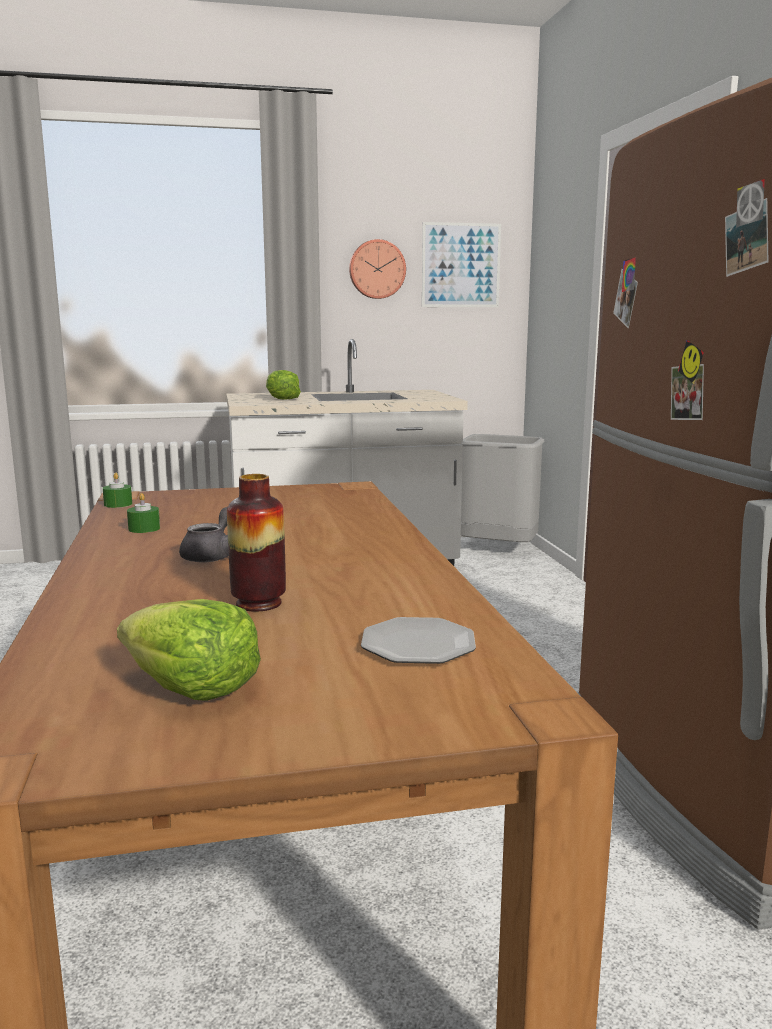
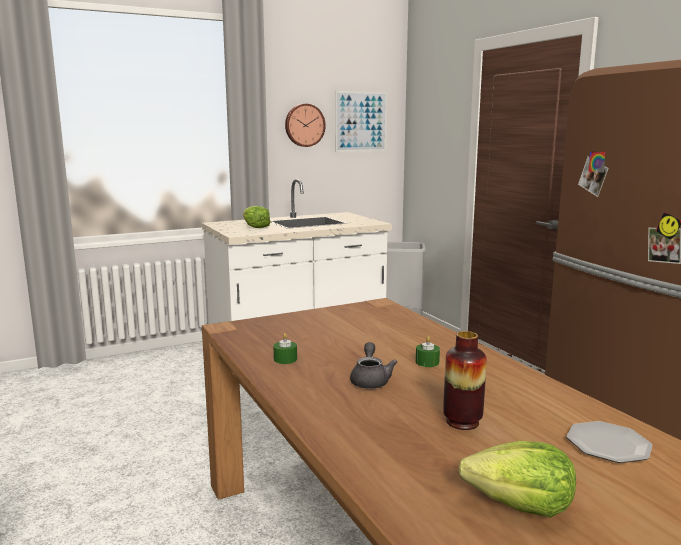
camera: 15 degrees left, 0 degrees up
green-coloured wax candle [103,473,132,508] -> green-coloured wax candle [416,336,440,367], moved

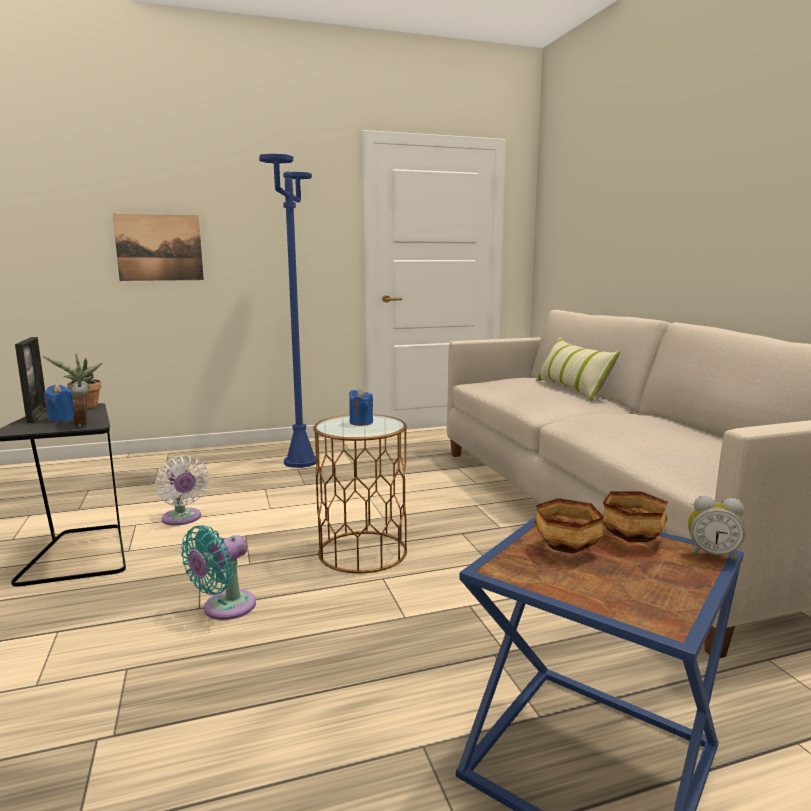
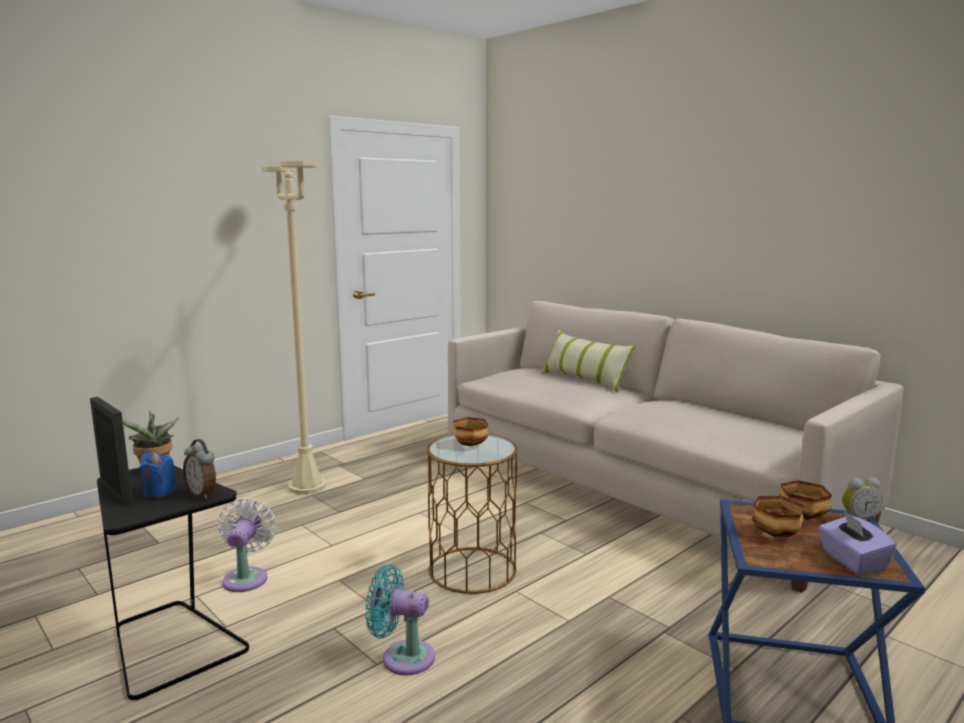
camera: 25 degrees left, 0 degrees up
wall art [113,214,204,281] -> none
none -> purplish box of tissues [819,511,897,575]
blue-coloured wax candle [349,389,373,426] -> serving bowl [453,417,489,446]
blue-coloured standing lamp [259,154,318,468] -> beige standing lamp [261,161,326,495]
white cooling fan [155,455,209,526] -> white cooling fan [218,498,276,592], 120 degrees counterclockwise
turquoise-coloured cooling fan [181,525,256,620] -> turquoise-coloured cooling fan [365,564,435,676], 90 degrees clockwise

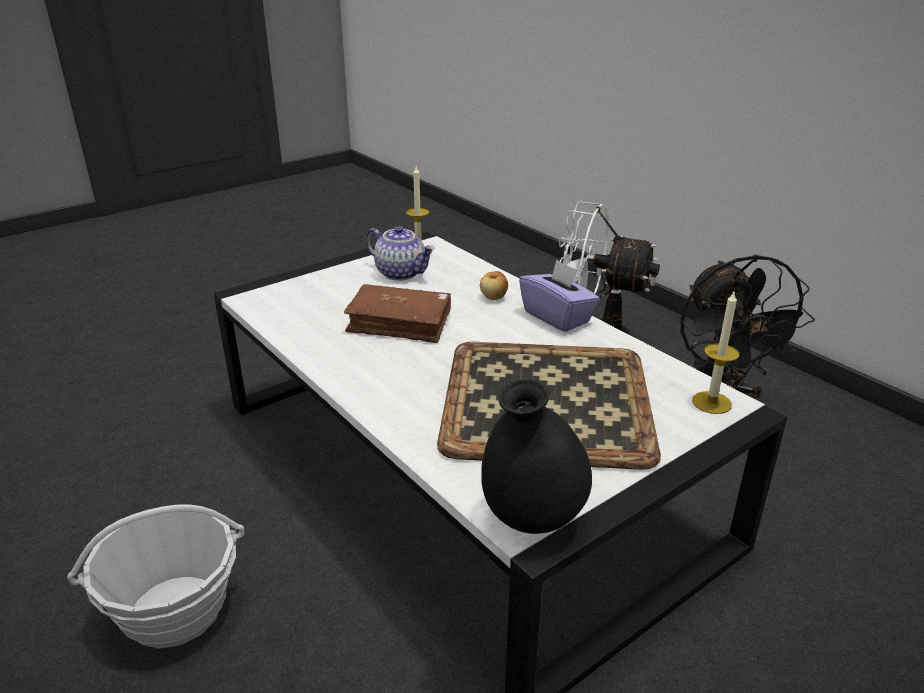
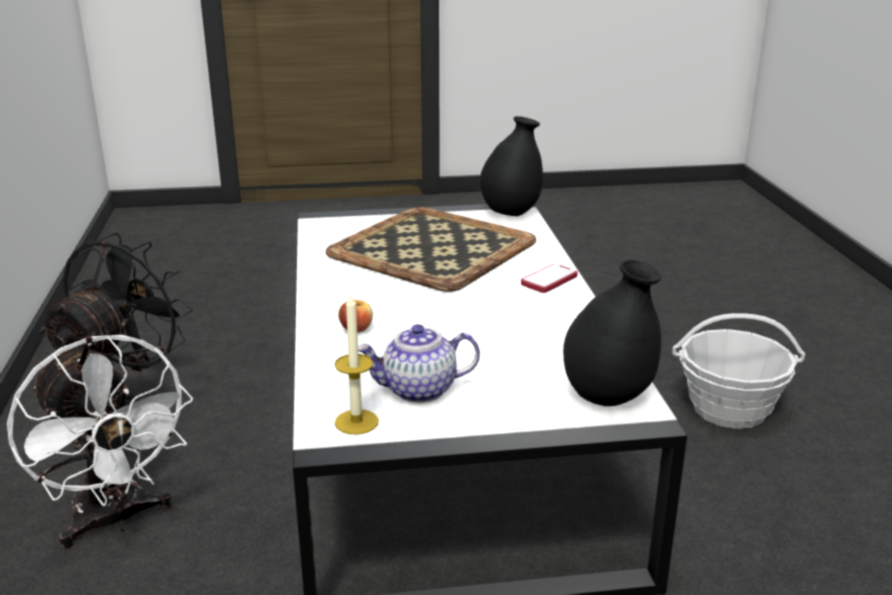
camera: 150 degrees left, 5 degrees down
brown bound book [344,284,451,343] -> none
purplish box of tissues [519,259,600,332] -> none
wax candle [692,292,740,414] -> none
none -> telephone [521,264,578,293]
none -> blackish vase [563,259,661,406]
pot for tea [365,226,435,281] -> pot for tea [358,324,480,403], 75 degrees counterclockwise

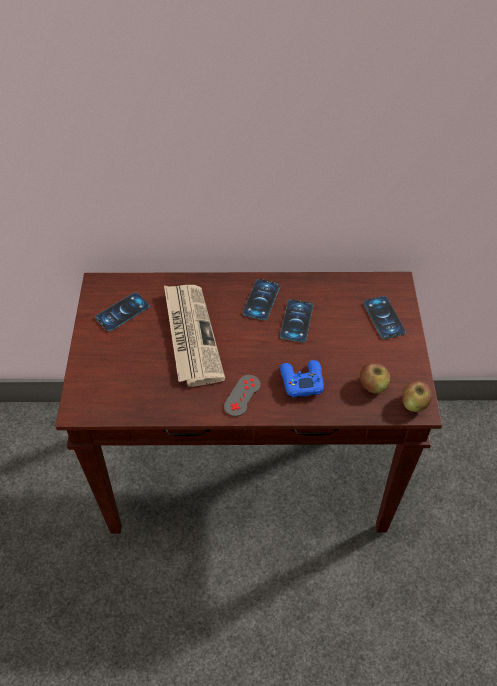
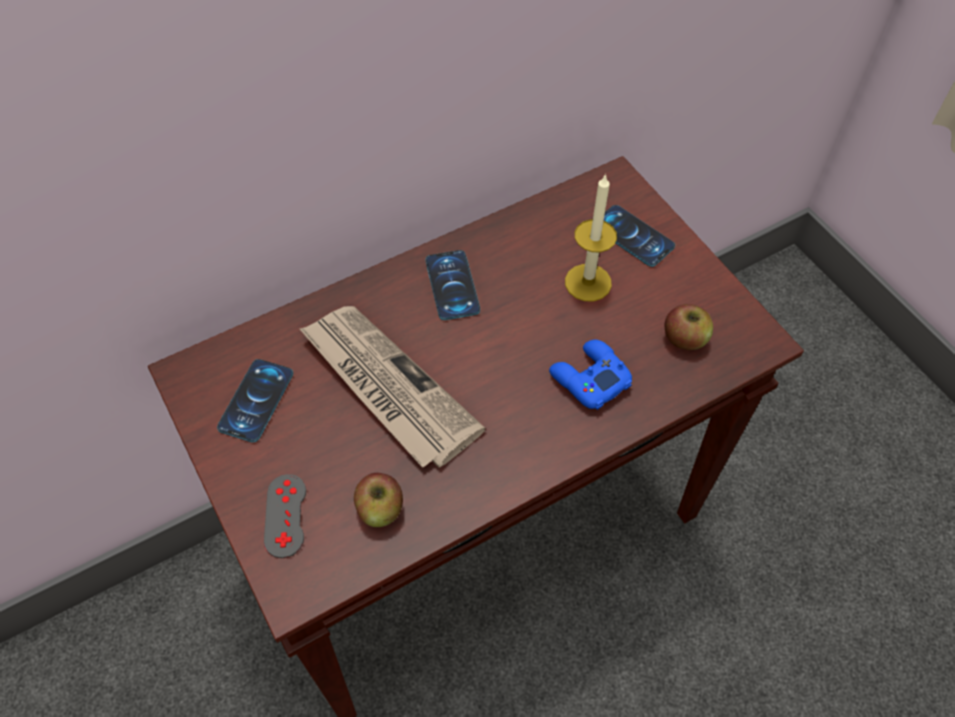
camera: 30 degrees left, 5 degrees up
telephone [280,299,313,342] -> none
none -> wax candle [565,174,617,301]
greyish joypad [224,375,260,417] -> greyish joypad [264,474,306,558], moved
apple [402,380,432,412] -> apple [354,473,403,527], moved

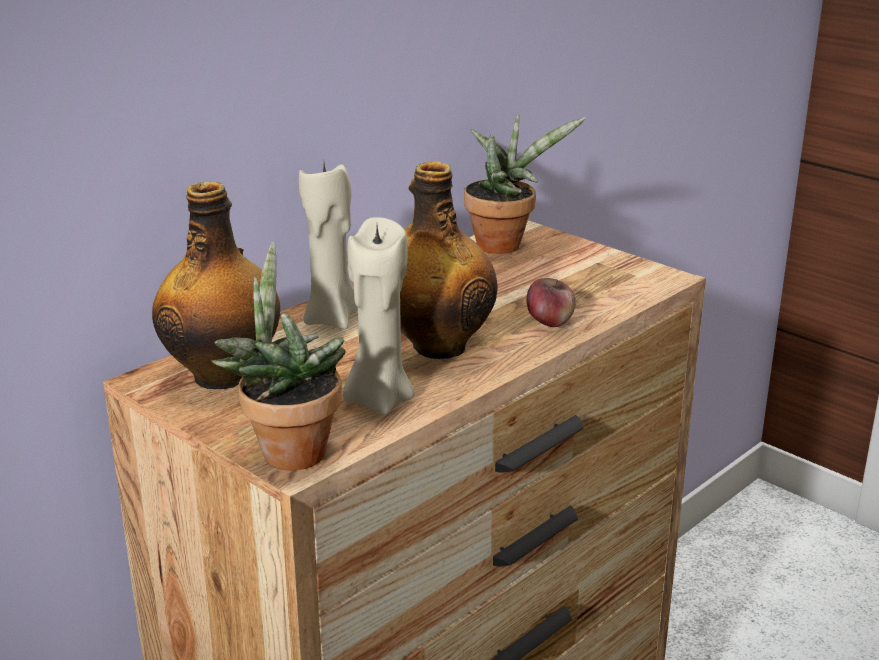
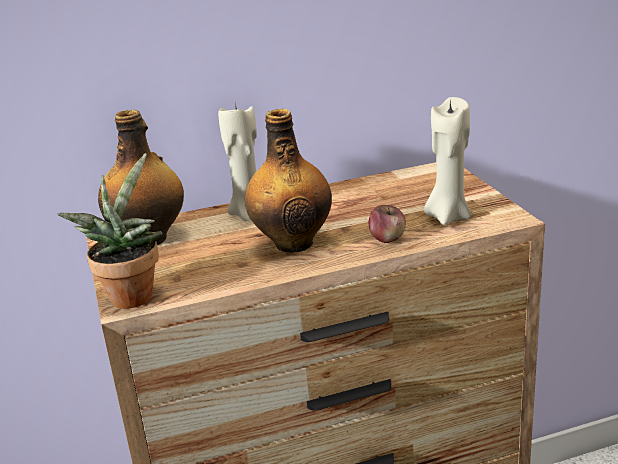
camera: 30 degrees right, 0 degrees up
plant in a pot [464,113,586,254] -> none
beige wax candle [343,217,415,416] -> beige wax candle [424,97,471,225], moved

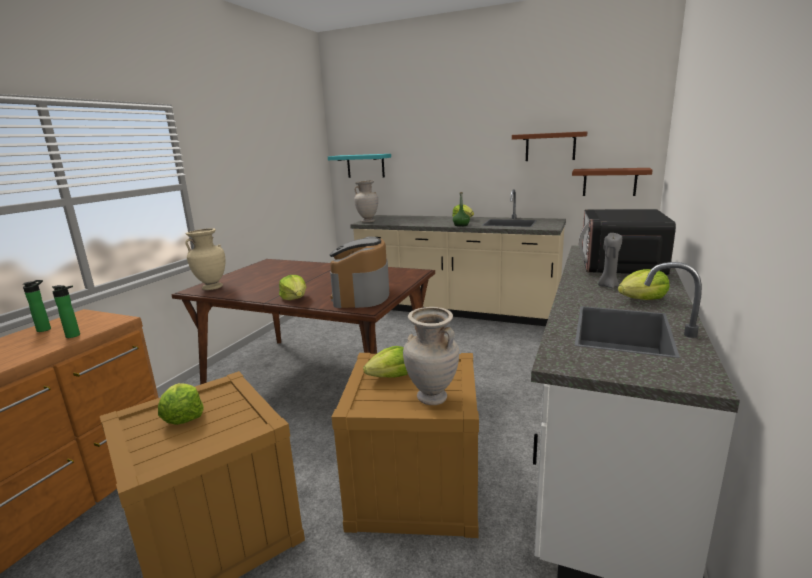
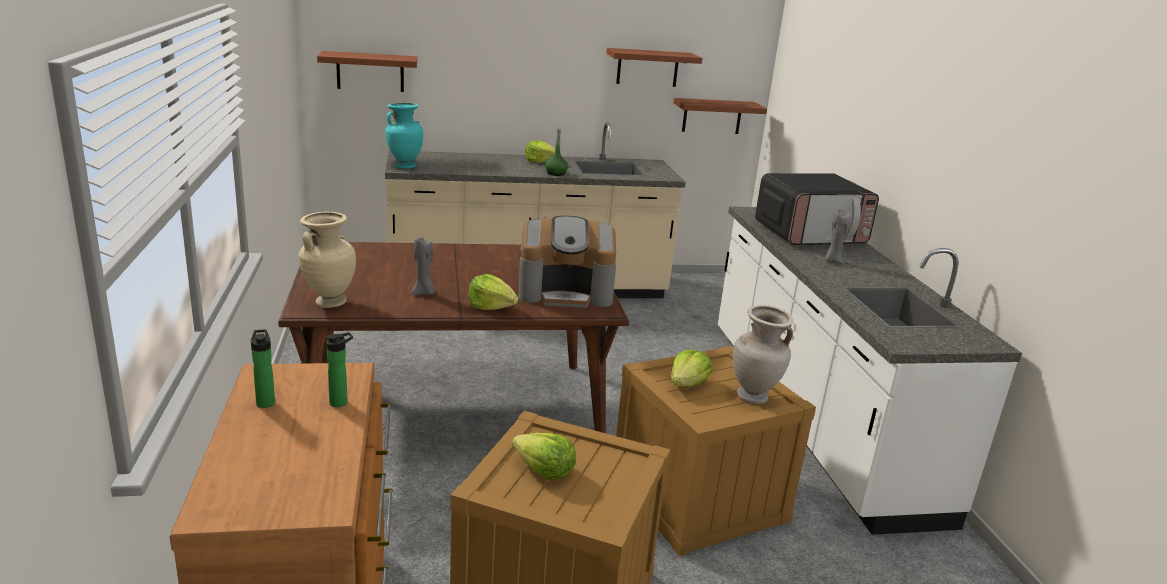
camera: 35 degrees left, 5 degrees up
lettuce head [618,269,669,300] -> none
none -> greyish wax candle [412,238,435,295]
turquoise-coloured wall shelf [328,154,391,178] -> brown wall shelf [317,51,417,92]
beige vase [354,180,378,222] -> turquoise-coloured vase [385,102,423,169]
coffee maker [329,237,389,308] -> coffee maker [518,216,616,308], 60 degrees counterclockwise
kitchen microwave [578,209,676,275] -> kitchen microwave [755,173,879,245], 90 degrees counterclockwise

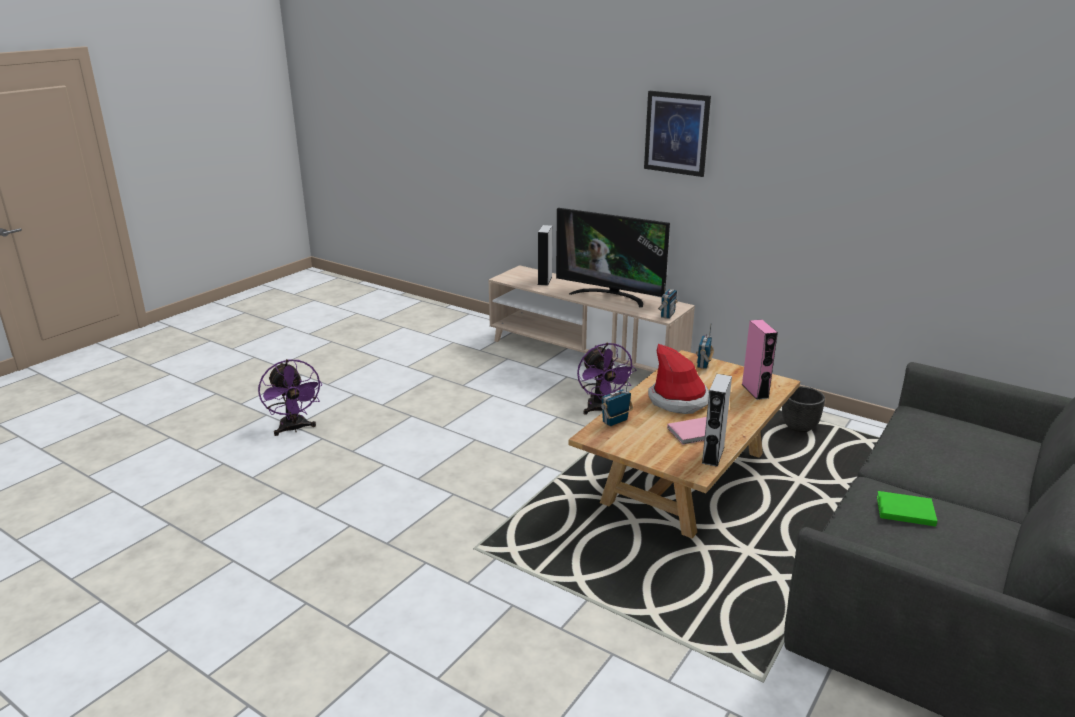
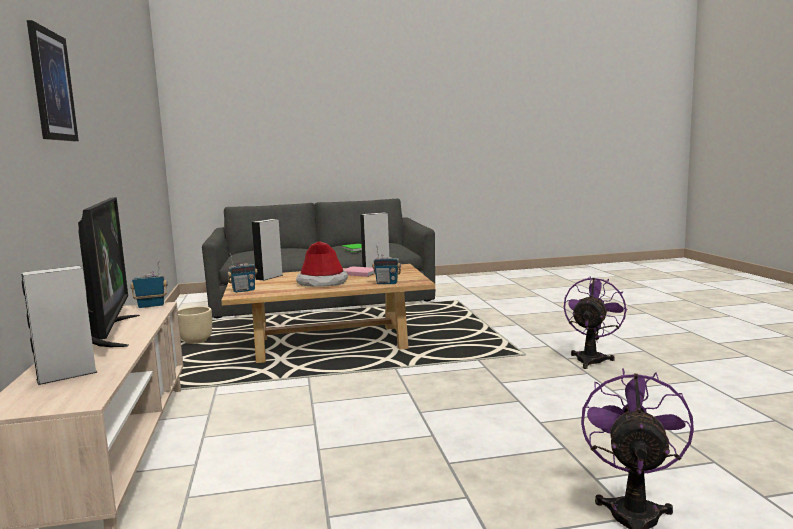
camera: 135 degrees left, 15 degrees down
purplish cooling fan [577,343,636,415] -> purplish cooling fan [564,277,628,369], moved
pinkish audio speaker [742,319,778,400] -> greyish audio speaker [252,219,283,281]
blackish flower pot [782,386,825,432] -> beige flower pot [178,306,212,344]

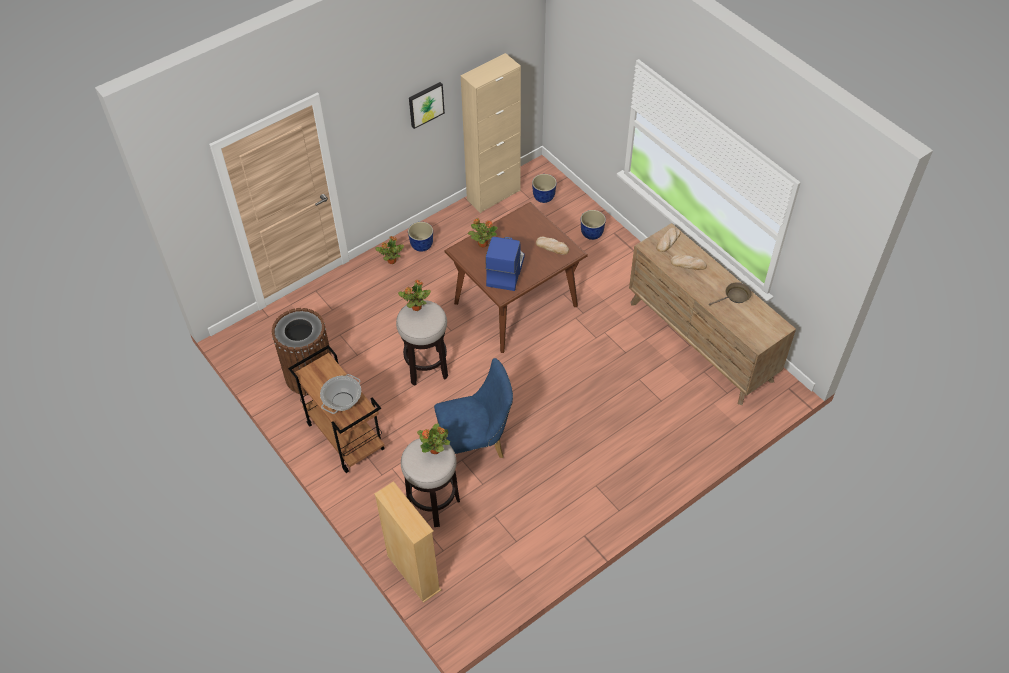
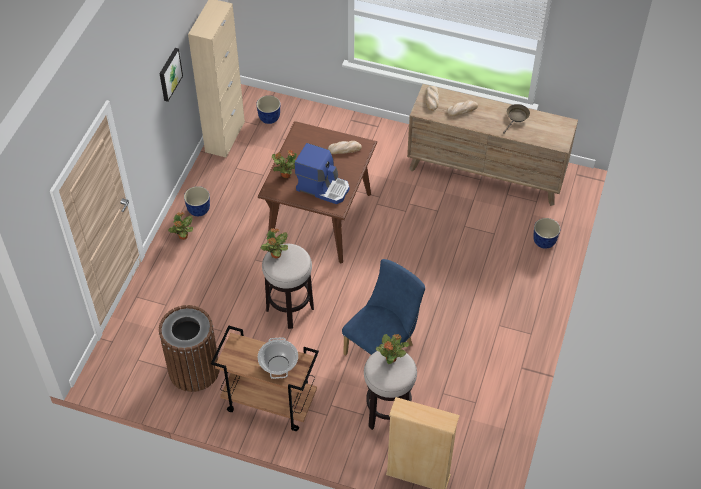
camera: 35 degrees left, 0 degrees up
flower pot [581,210,606,240] -> flower pot [533,218,560,249], moved
coffee maker [485,237,524,291] -> coffee maker [295,143,349,204], 135 degrees clockwise

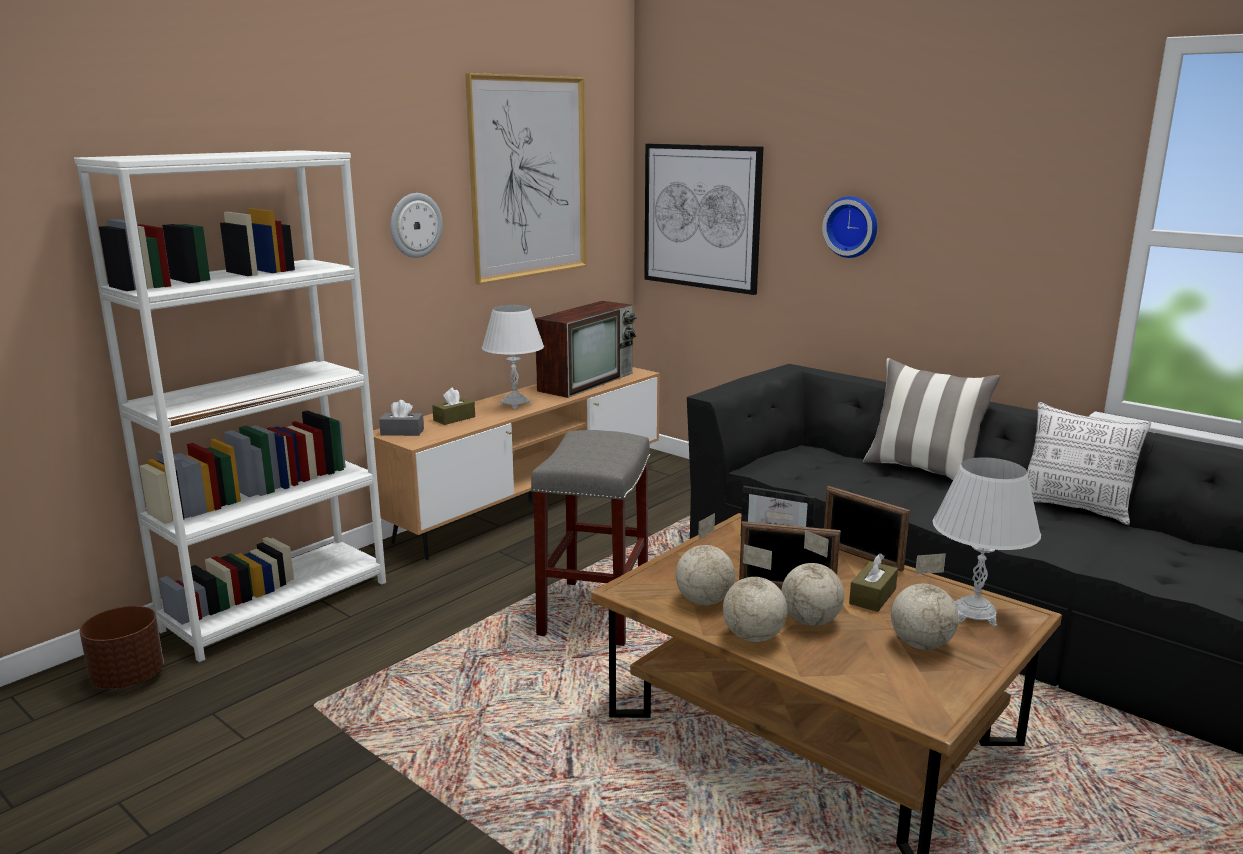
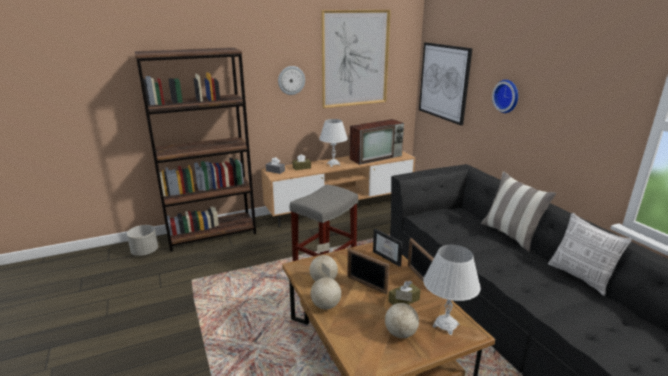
camera: 25 degrees right, 5 degrees up
desk globe [781,530,844,626] -> none
white shelving unit [74,150,386,662] -> brown shelving unit [135,47,256,252]
brown flower pot [80,606,164,689] -> greyish flower pot [127,225,158,256]

